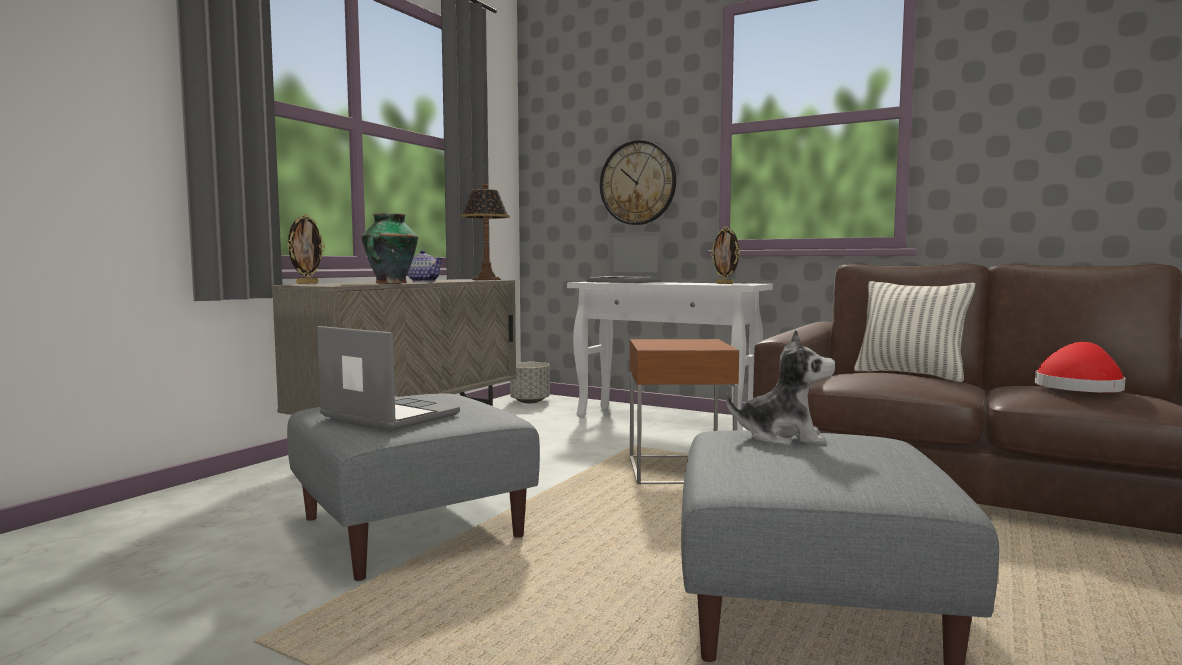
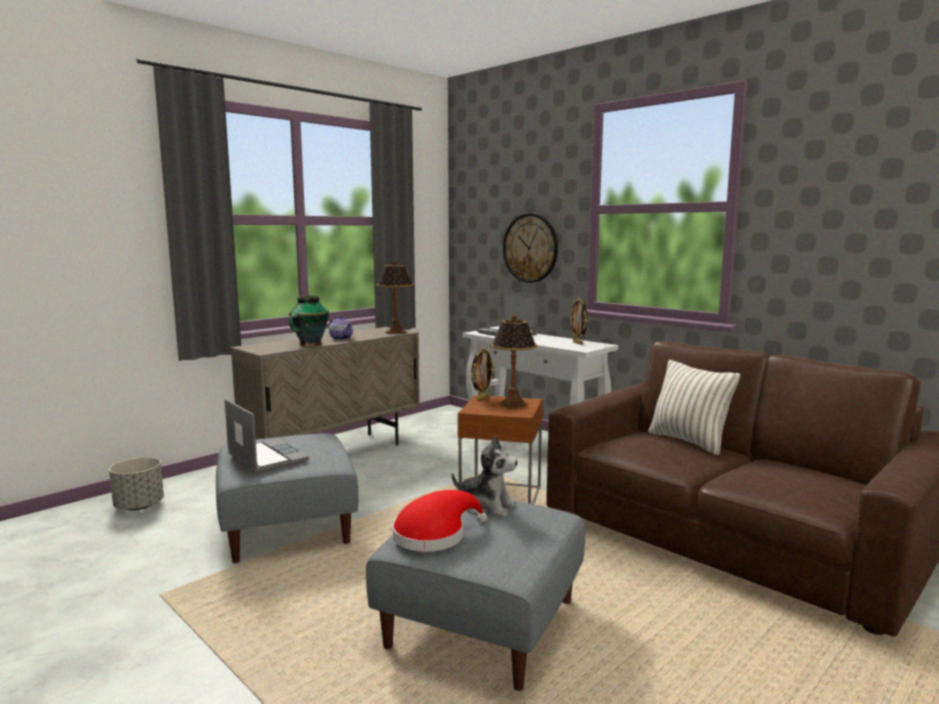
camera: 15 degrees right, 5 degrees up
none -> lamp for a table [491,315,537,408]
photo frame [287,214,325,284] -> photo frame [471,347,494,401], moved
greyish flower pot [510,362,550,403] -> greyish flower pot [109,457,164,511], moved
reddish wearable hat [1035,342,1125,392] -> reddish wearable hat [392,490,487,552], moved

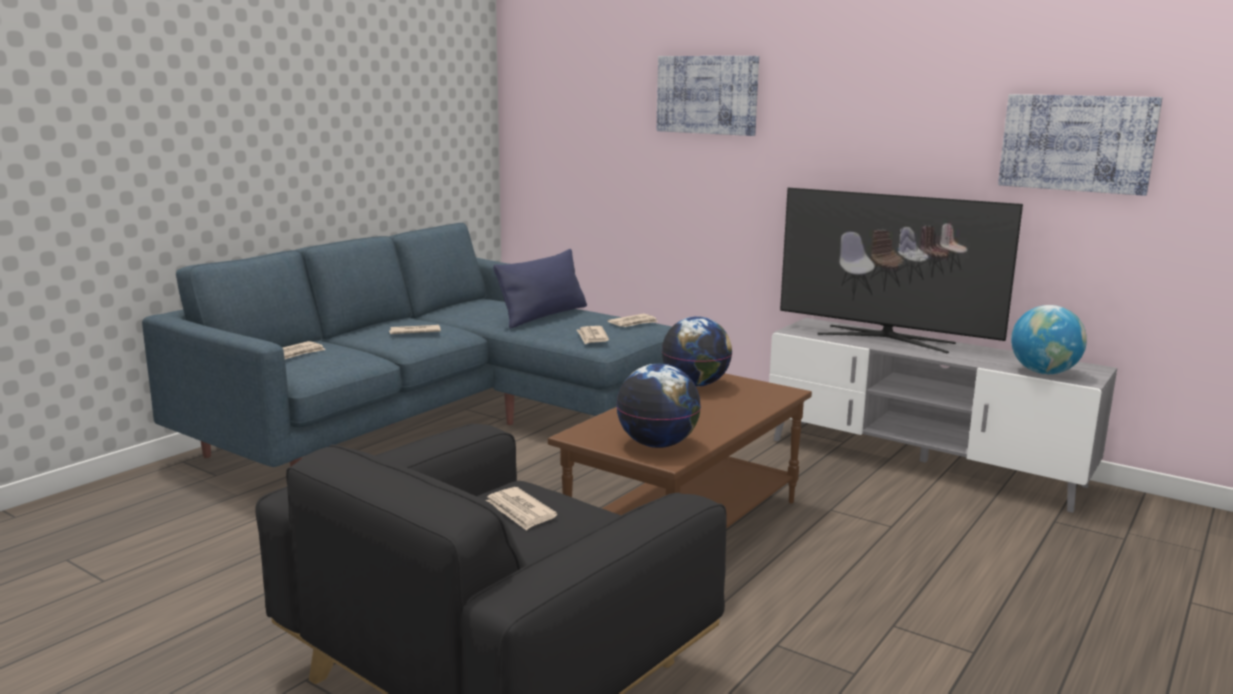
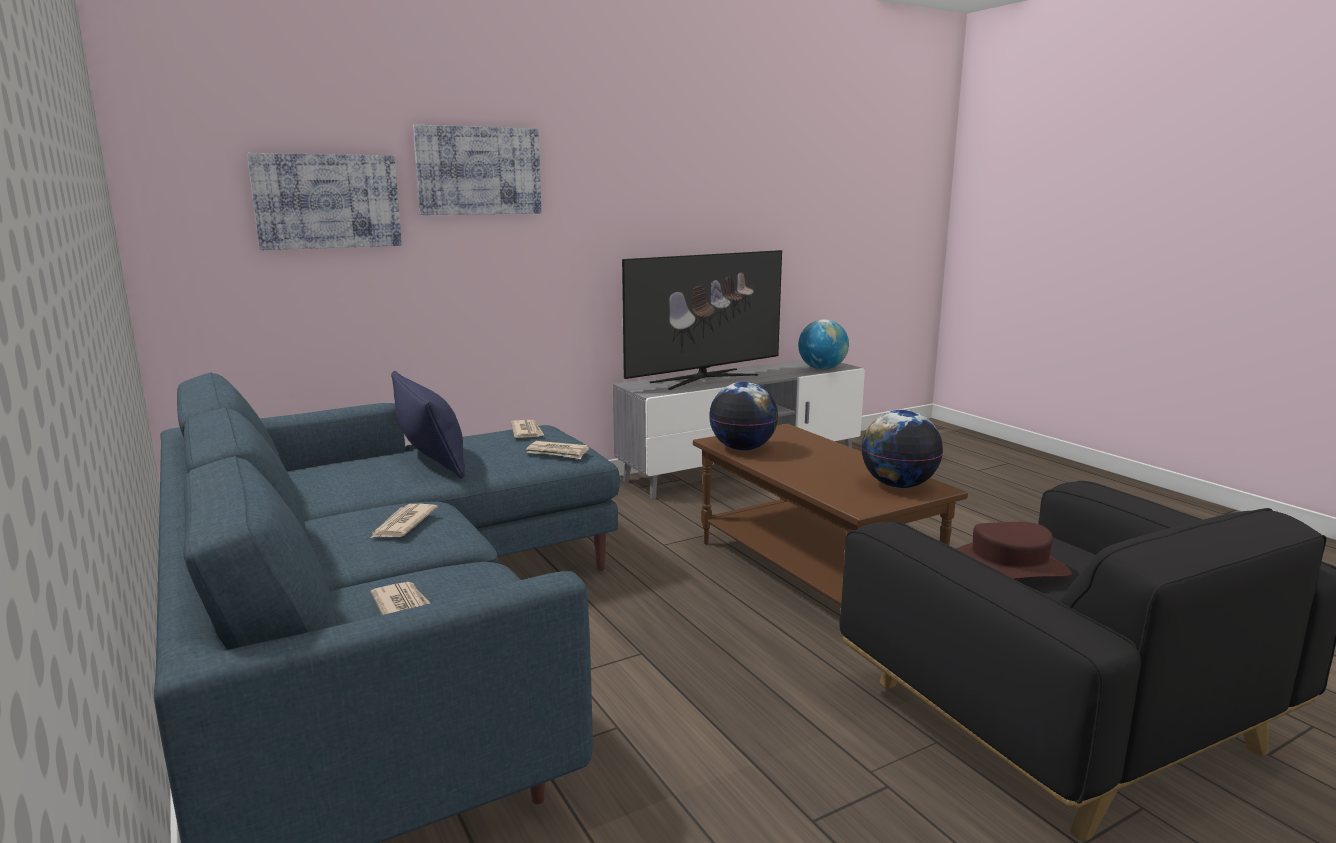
camera: 65 degrees left, 0 degrees up
wall art [998,94,1162,196] -> wall art [247,153,402,250], moved
daily paper [485,487,557,531] -> brown wearable hat [957,522,1072,580]

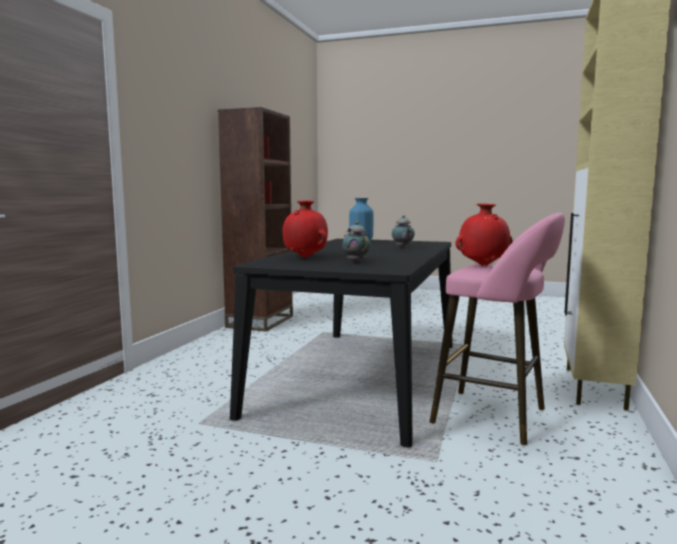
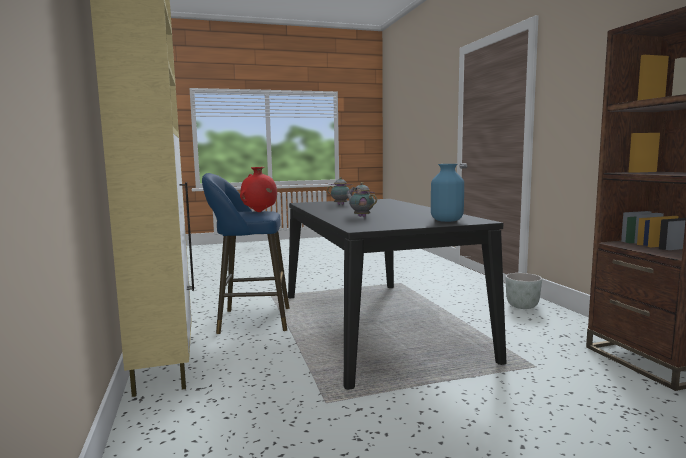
camera: 145 degrees right, 0 degrees up
reddish vase [282,200,328,258] -> none
none -> greyish flower pot [505,273,542,309]
pinkish stool [430,212,565,445] -> blue-coloured stool [202,173,289,334]

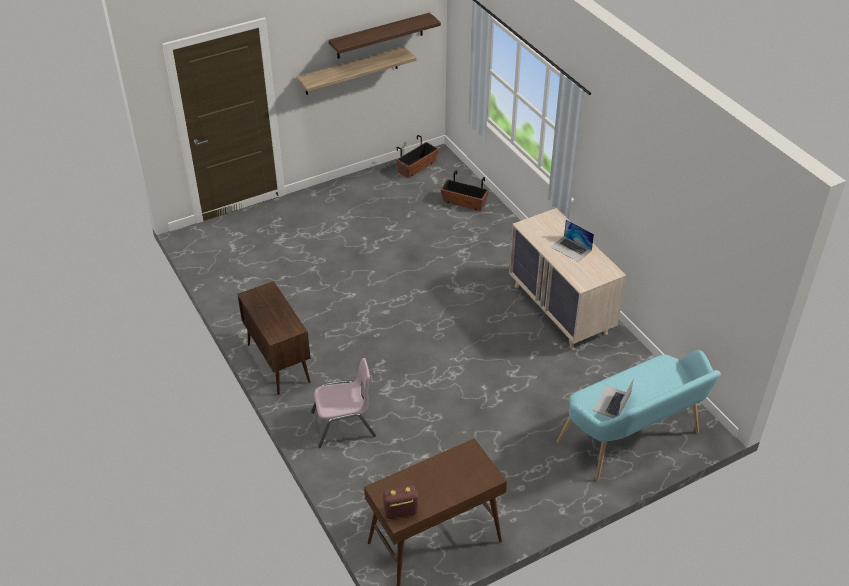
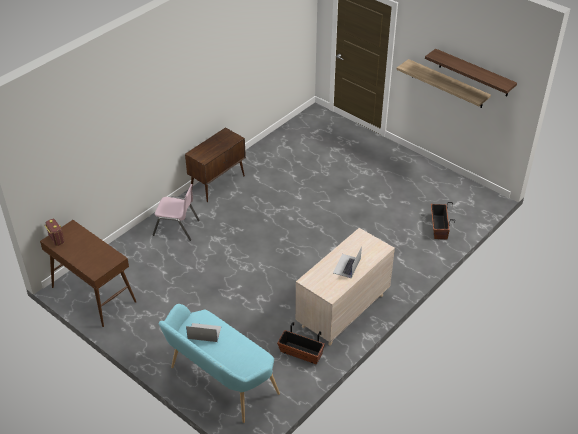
camera: 70 degrees right, 0 degrees up
flower pot [396,135,439,178] -> flower pot [277,322,325,364], moved
pinkish plain chair [311,358,376,448] -> pinkish plain chair [152,184,200,241], 45 degrees counterclockwise

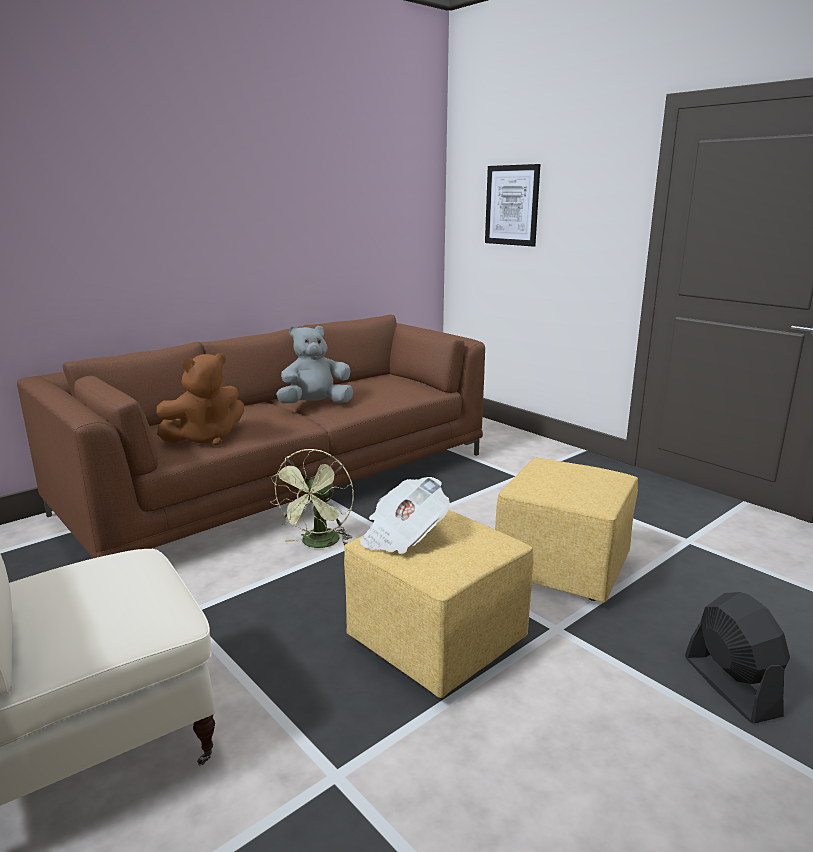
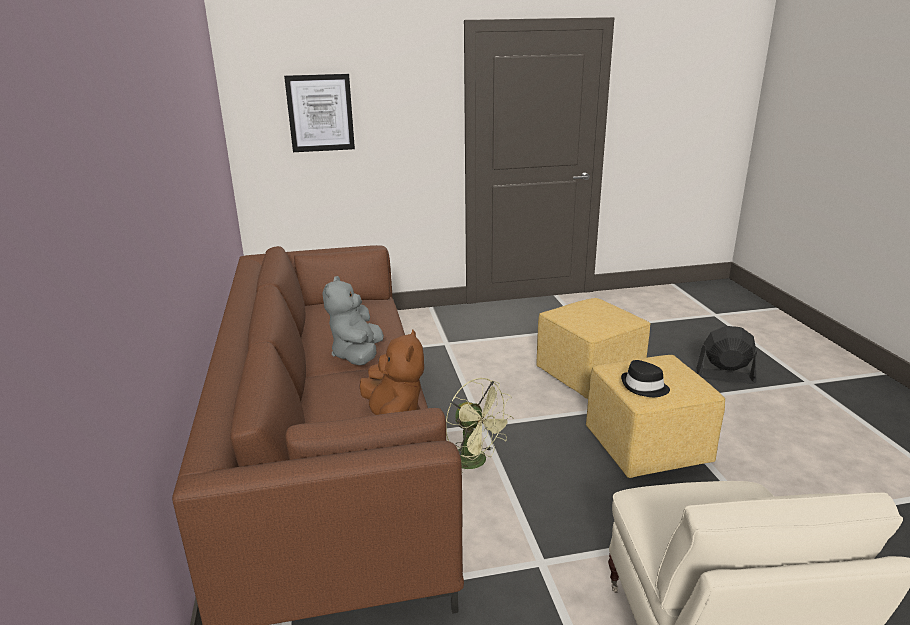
camera: 60 degrees left, 5 degrees up
daily paper [360,477,450,554] -> blackish wearable hat [621,360,670,397]

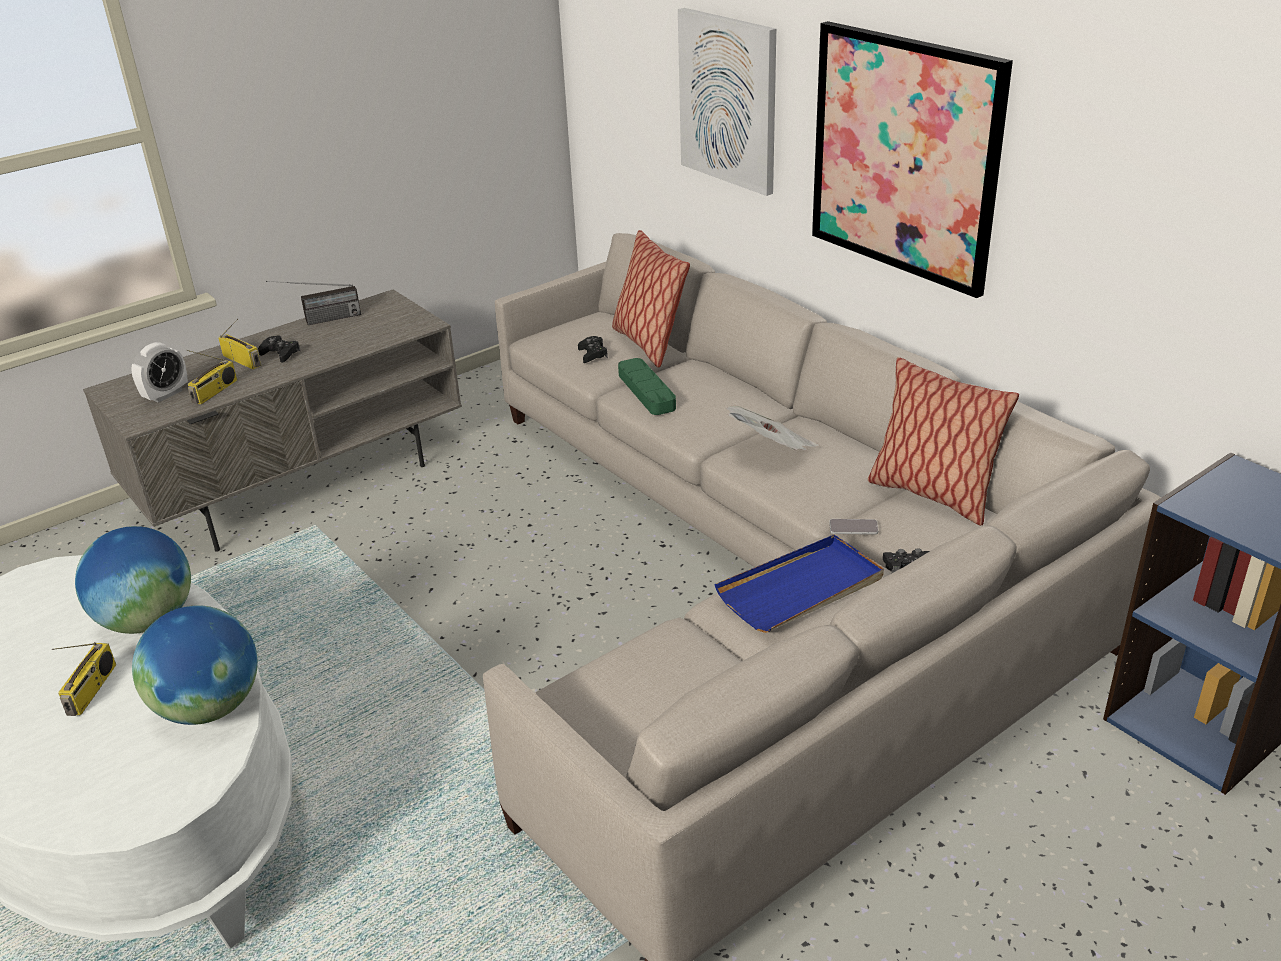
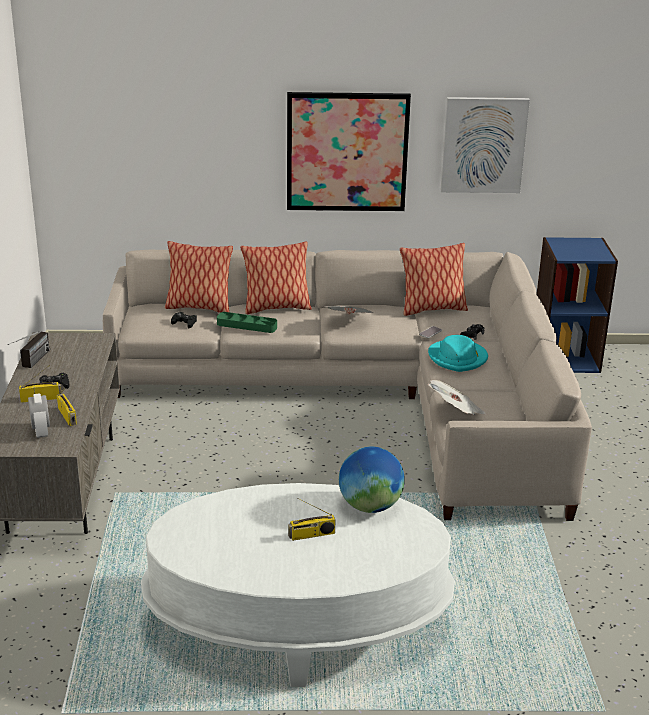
camera: 55 degrees left, 5 degrees down
desk globe [75,526,191,634] -> none
none -> cushion [240,241,312,314]
none -> daily paper [428,380,487,415]
wall art [678,8,776,196] -> wall art [441,97,530,193], moved
blue-coloured tray [714,535,884,633] -> turquoise-coloured wearable hat [428,335,488,372]
radio set [52,642,116,716] -> radio set [288,499,335,541], 120 degrees clockwise

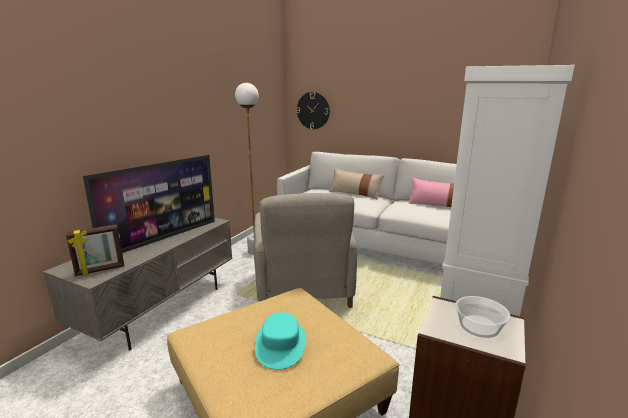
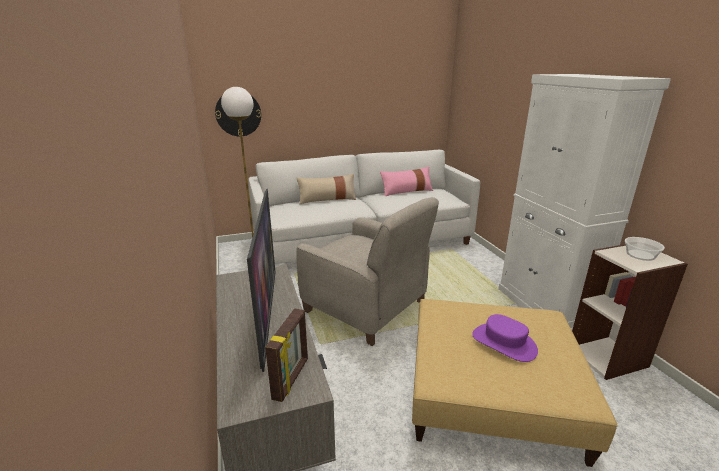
camera: 45 degrees left, 5 degrees up
turquoise-coloured wearable hat [255,312,306,370] -> purplish wearable hat [472,314,538,362]

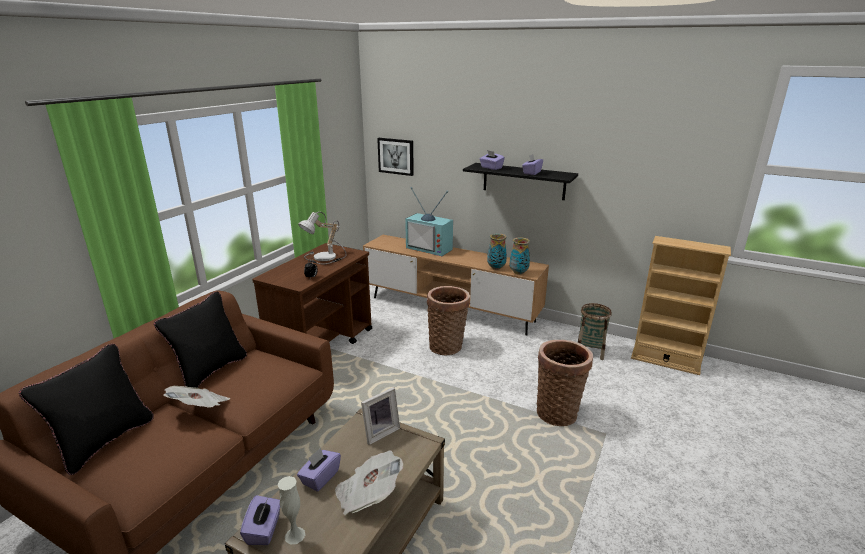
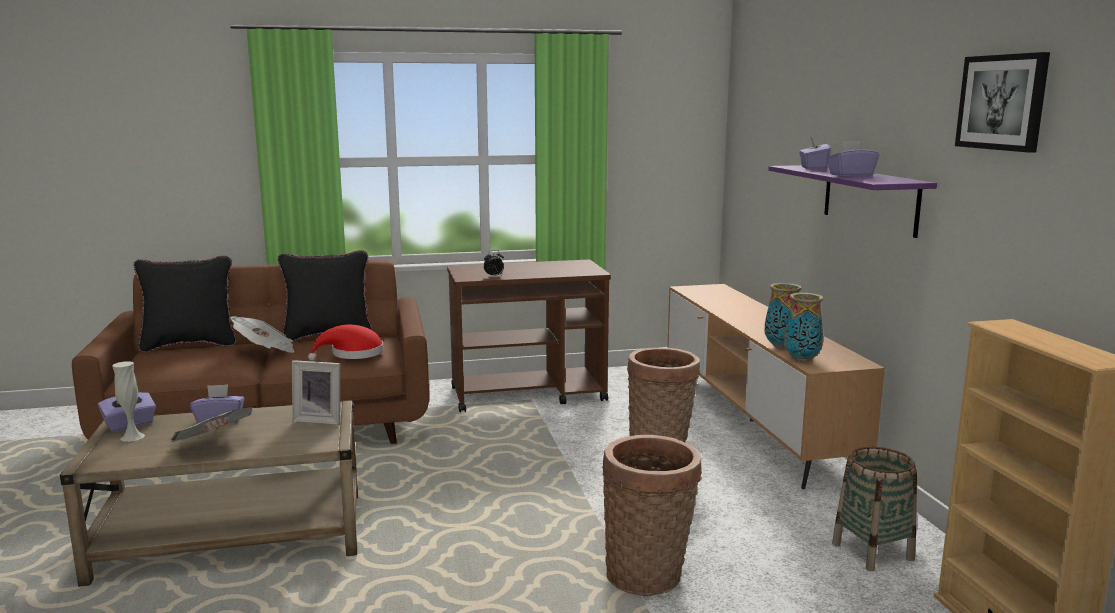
camera: 50 degrees right, 10 degrees down
lamp for a table [298,212,347,265] -> none
TV set [405,187,453,256] -> none
none -> reddish wearable hat [308,325,384,361]
wall art [377,138,414,176] -> wall art [955,52,1050,153], moved
blackish wall shelf [463,163,578,200] -> purplish wall shelf [768,165,937,238]

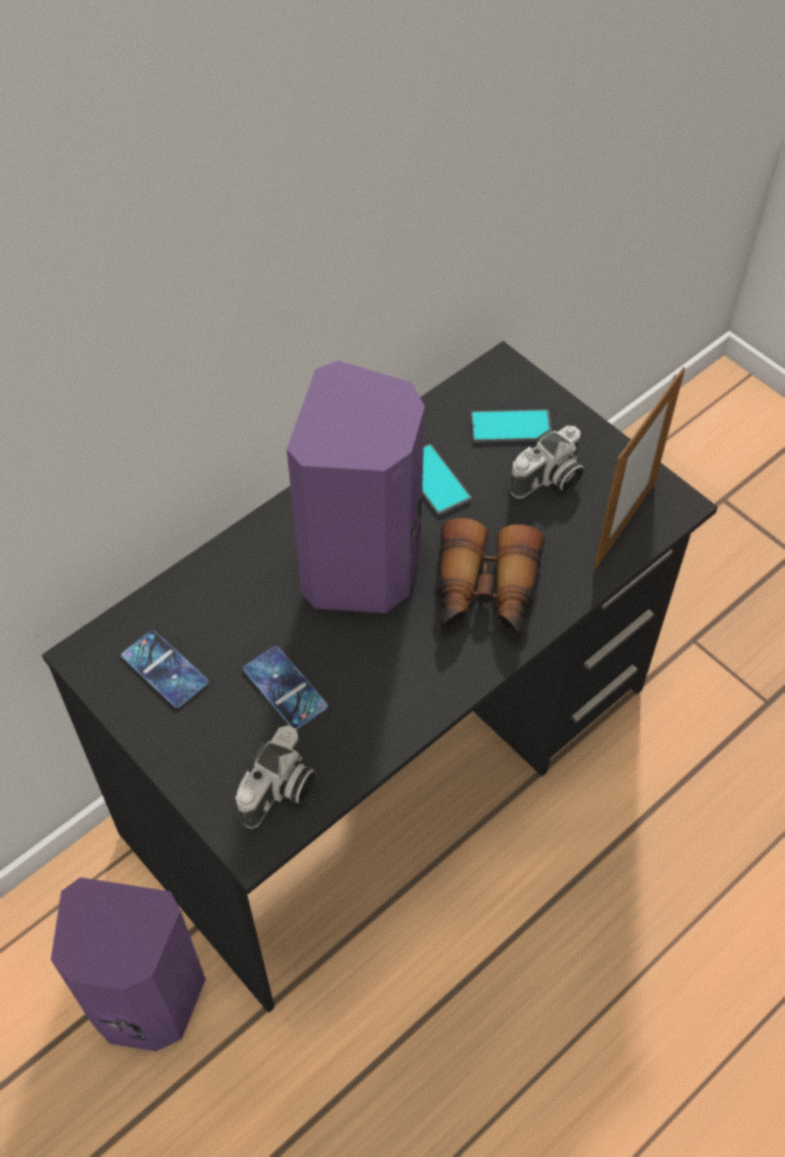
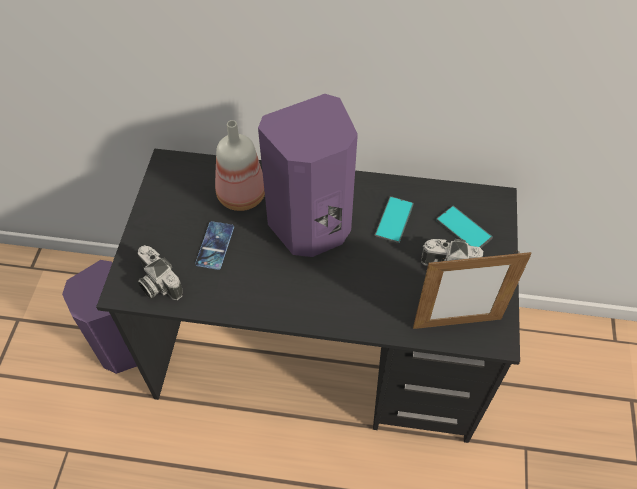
camera: 50 degrees right, 0 degrees up
telephone [121,630,208,708] -> none
pair of binoculars [438,518,545,640] -> none
none -> beverage bottle [215,120,265,211]
still camera [235,725,315,829] -> still camera [138,245,183,300], 60 degrees clockwise

